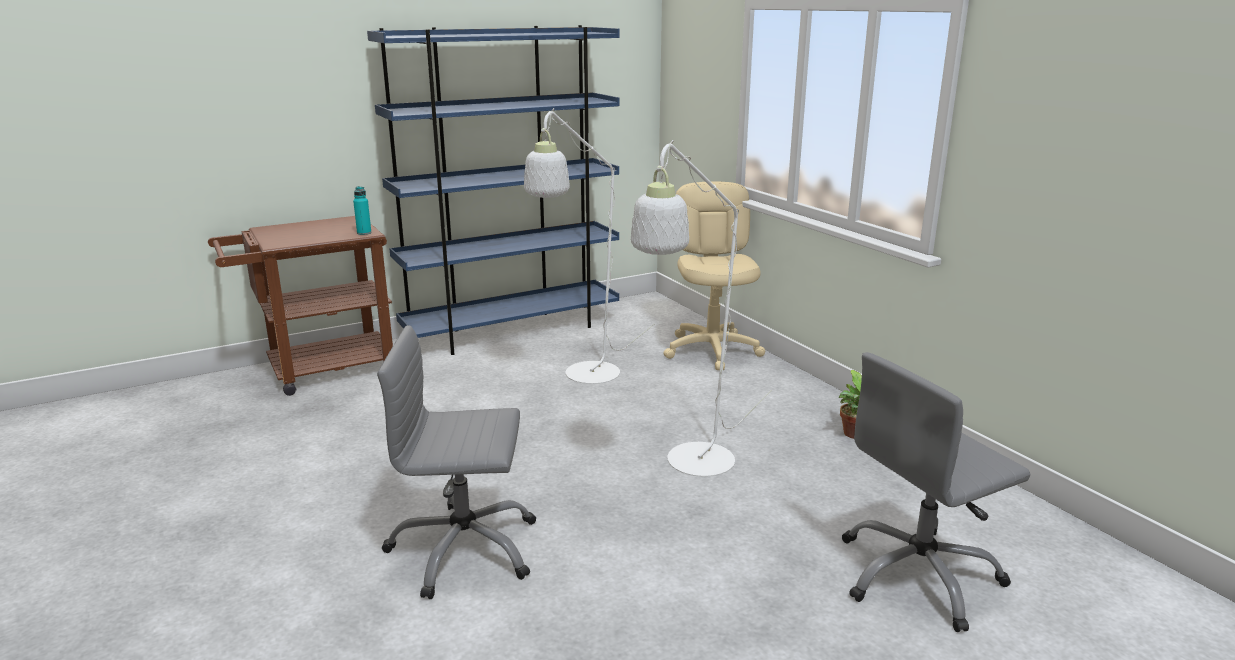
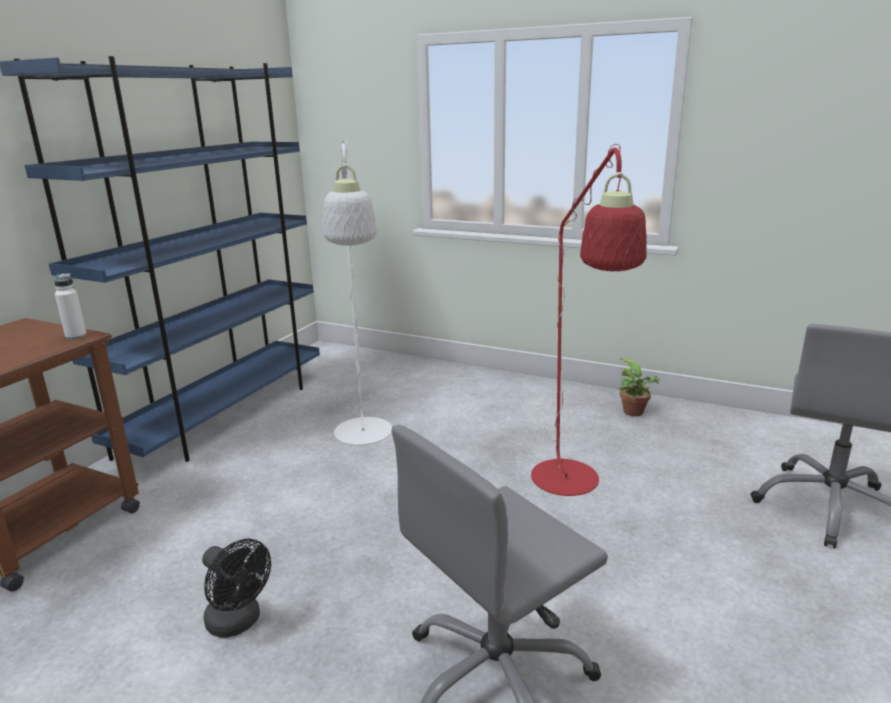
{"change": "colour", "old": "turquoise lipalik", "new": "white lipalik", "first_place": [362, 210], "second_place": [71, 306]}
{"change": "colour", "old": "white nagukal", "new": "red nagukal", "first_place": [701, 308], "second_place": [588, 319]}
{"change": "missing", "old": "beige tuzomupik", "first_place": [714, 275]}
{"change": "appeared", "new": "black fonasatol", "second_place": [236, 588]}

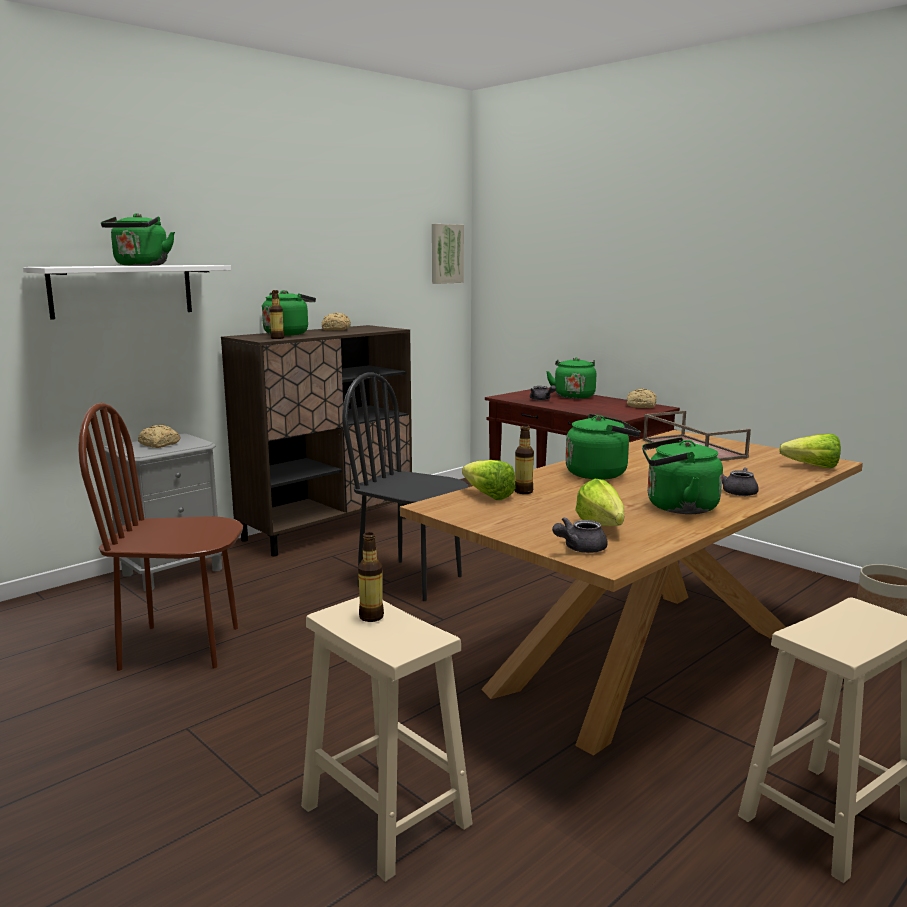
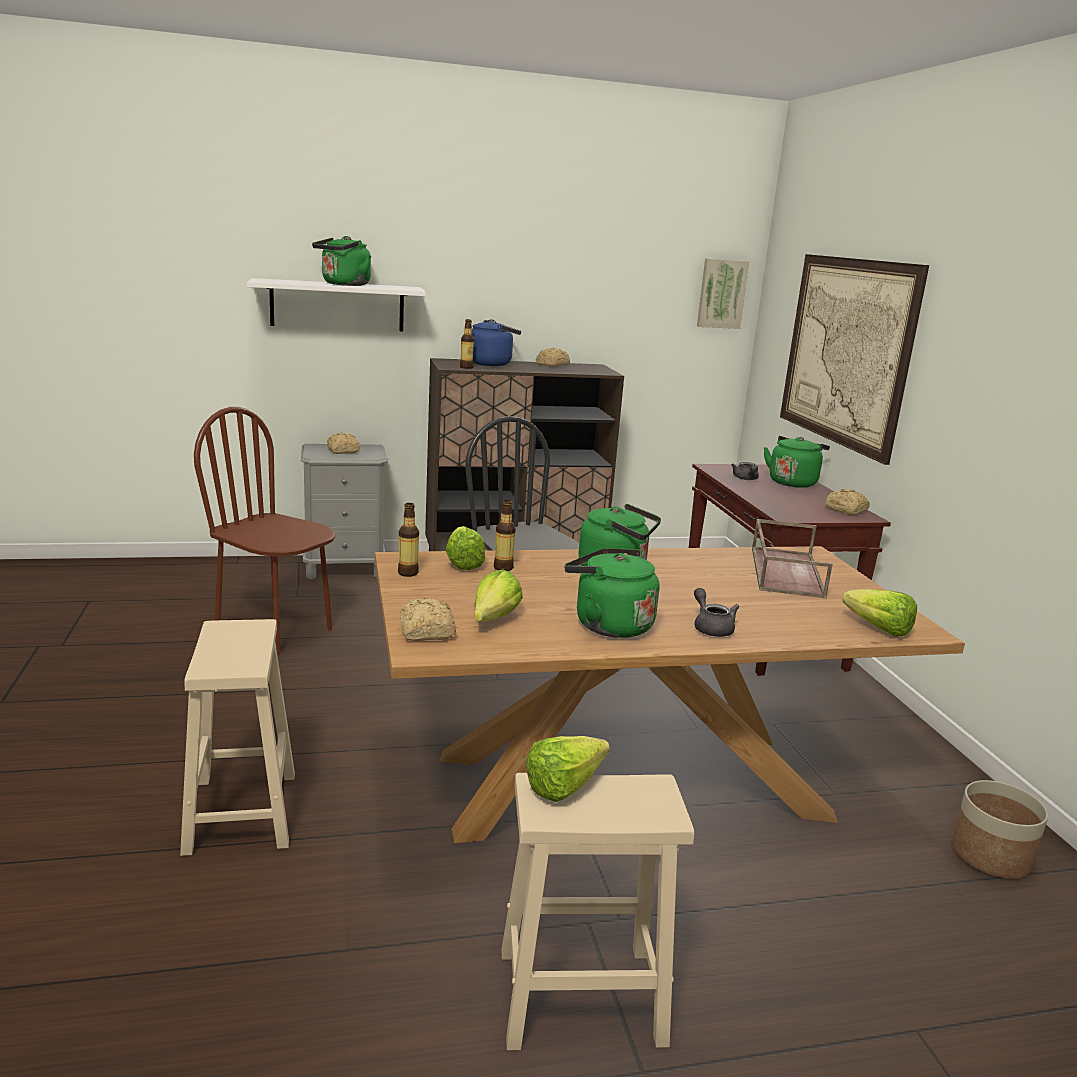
{"change": "colour", "old": "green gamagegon", "new": "blue gamagegon", "first_place": [289, 313], "second_place": [496, 342]}
{"change": "relocated", "old": "lipalik", "first_place": [371, 577], "second_place": [408, 540]}
{"change": "exchanged", "old": "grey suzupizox", "new": "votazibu", "first_place": [580, 535], "second_place": [428, 619]}
{"change": "appeared", "new": "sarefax", "second_place": [568, 769]}
{"change": "appeared", "new": "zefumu", "second_place": [854, 359]}

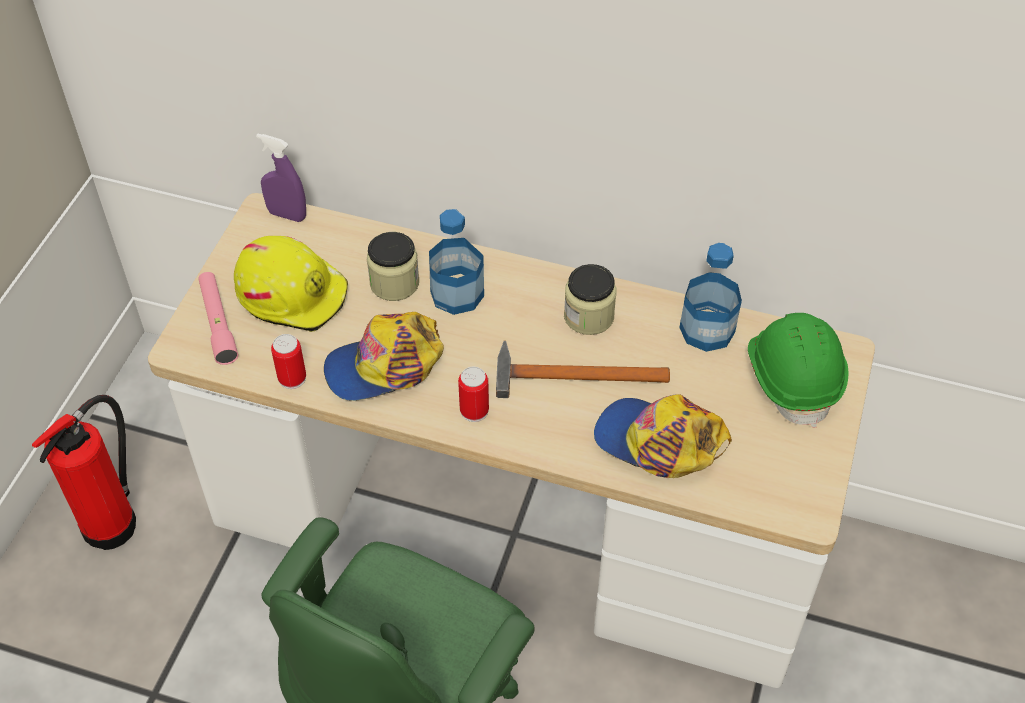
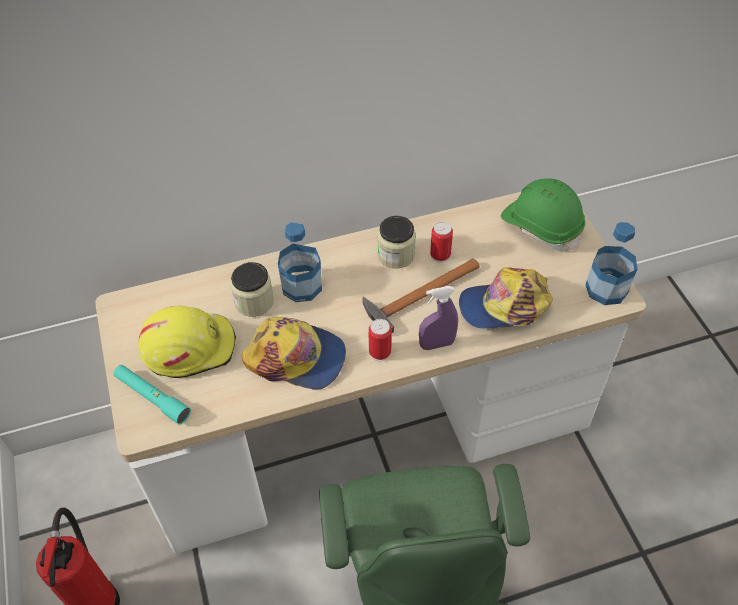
{"change": "colour", "old": "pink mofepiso", "new": "turquoise mofepiso", "first_place": [218, 318], "second_place": [152, 394]}
{"change": "relocated", "old": "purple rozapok", "first_place": [281, 177], "second_place": [438, 318]}
{"change": "relocated", "old": "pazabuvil", "first_place": [288, 361], "second_place": [441, 242]}
{"change": "spun", "old": "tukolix", "first_place": [384, 356], "second_place": [294, 353], "degrees": -105}
{"change": "relocated", "old": "lipalik", "first_place": [710, 297], "second_place": [611, 263]}

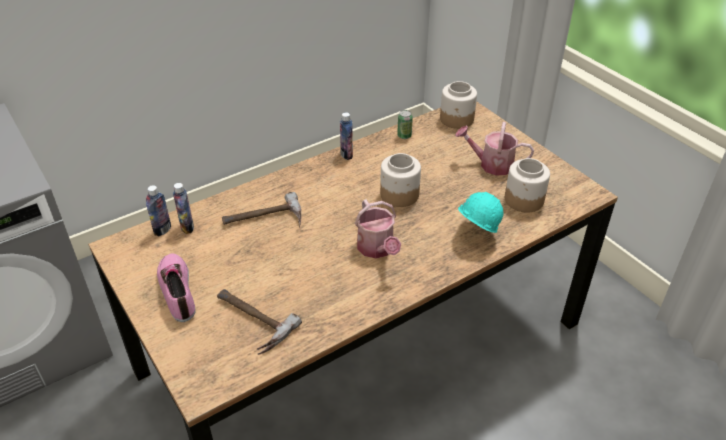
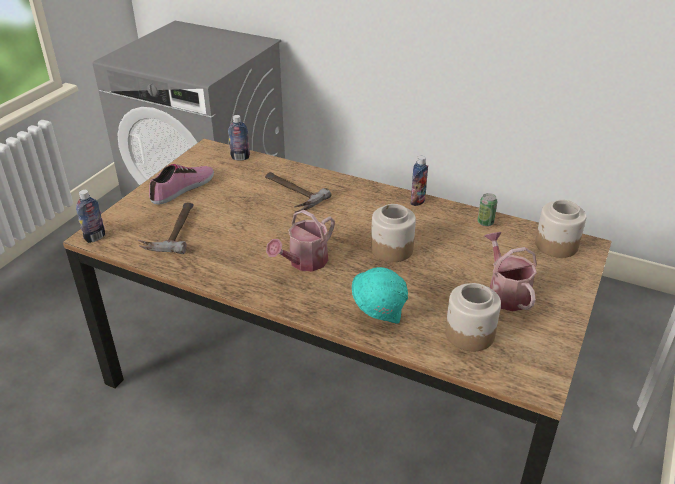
{"change": "relocated", "old": "lipalik", "first_place": [183, 208], "second_place": [90, 216]}

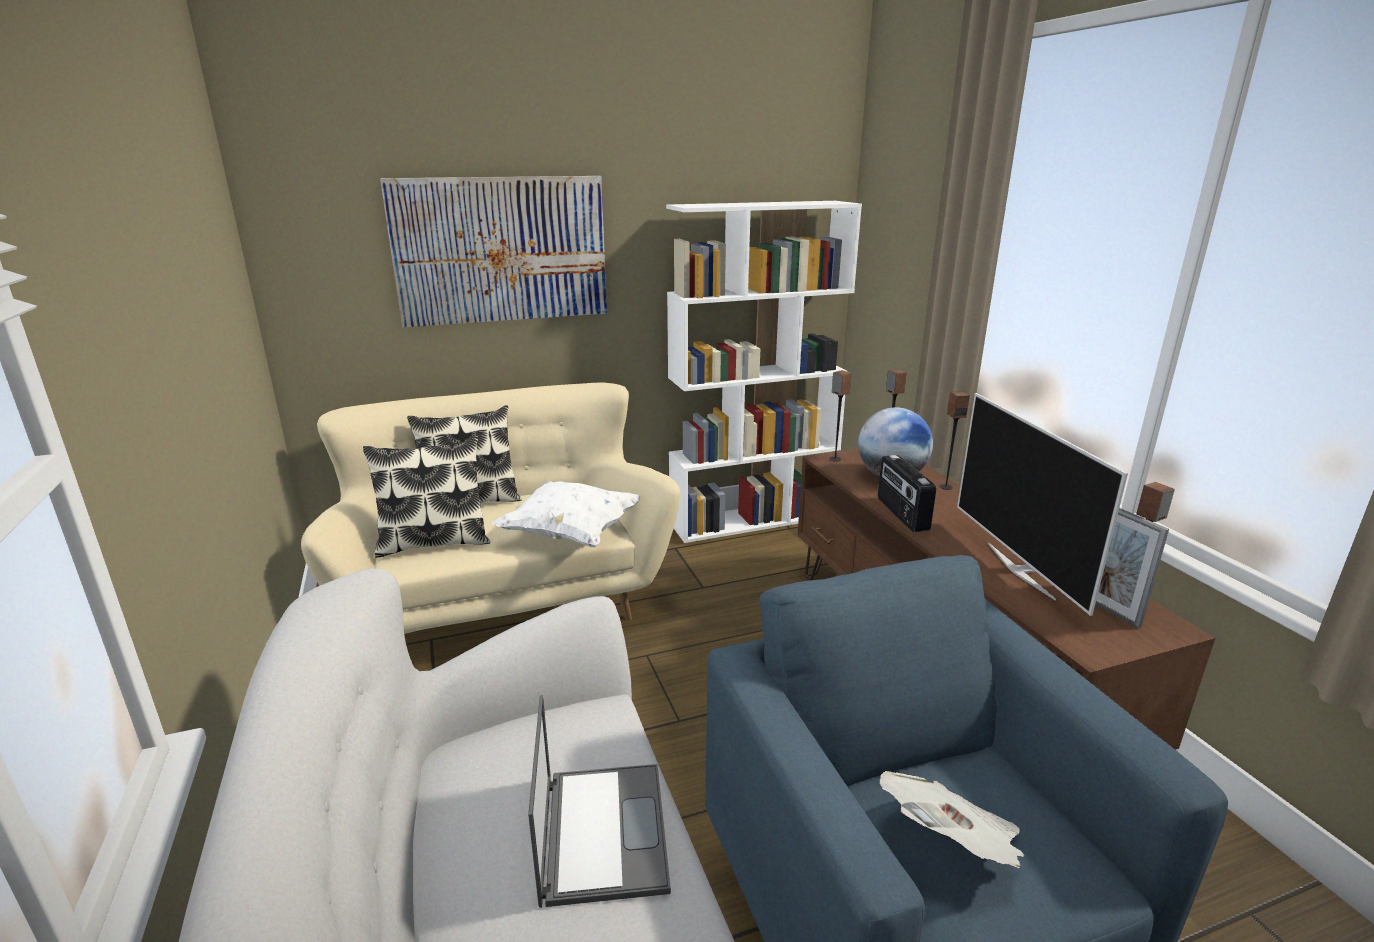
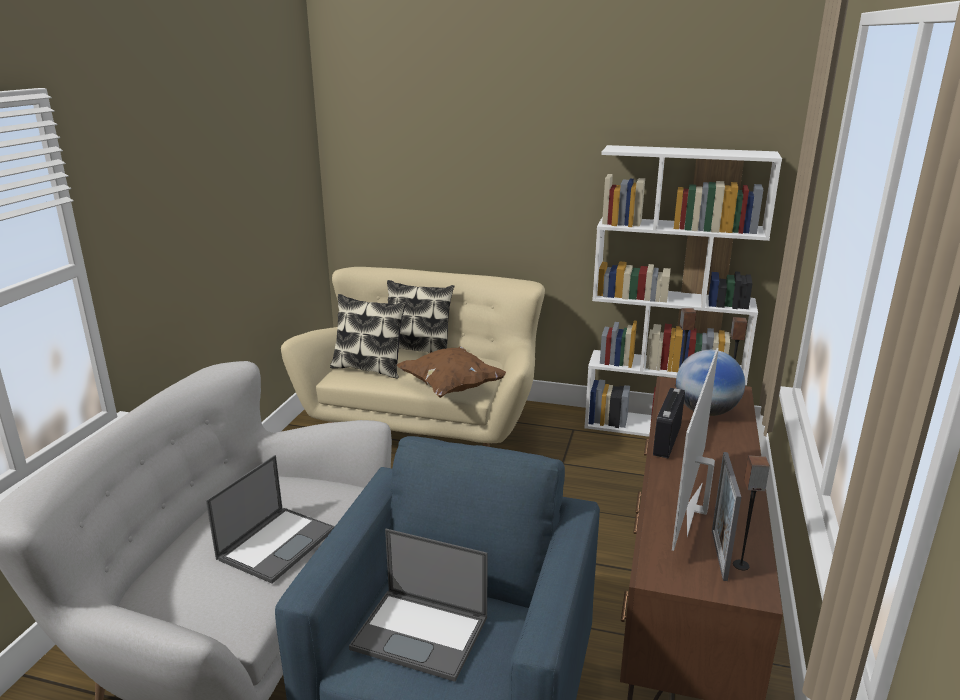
{"change": "missing", "old": "zefumu", "first_place": [493, 252]}
{"change": "colour", "old": "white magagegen", "new": "brown magagegen", "first_place": [566, 514], "second_place": [451, 372]}
{"change": "exchanged", "old": "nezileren", "new": "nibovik", "first_place": [952, 819], "second_place": [418, 605]}
{"change": "missing", "old": "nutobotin", "first_place": [954, 440]}

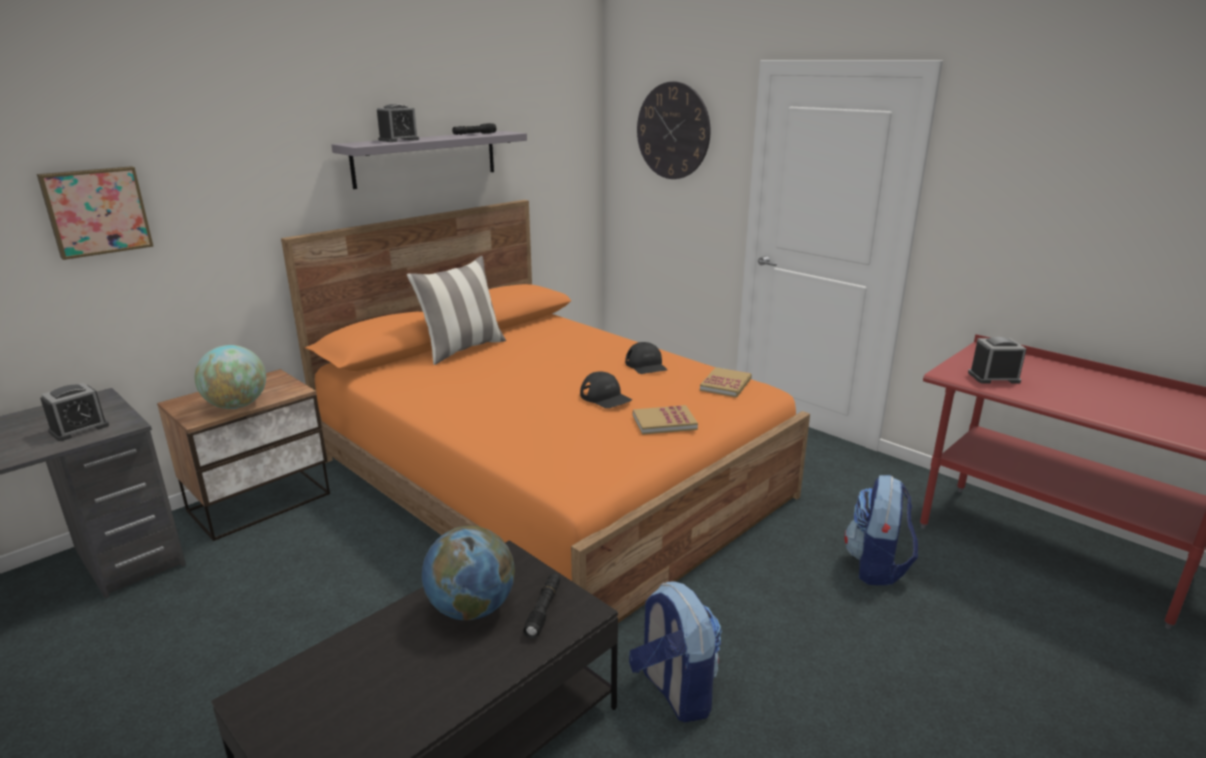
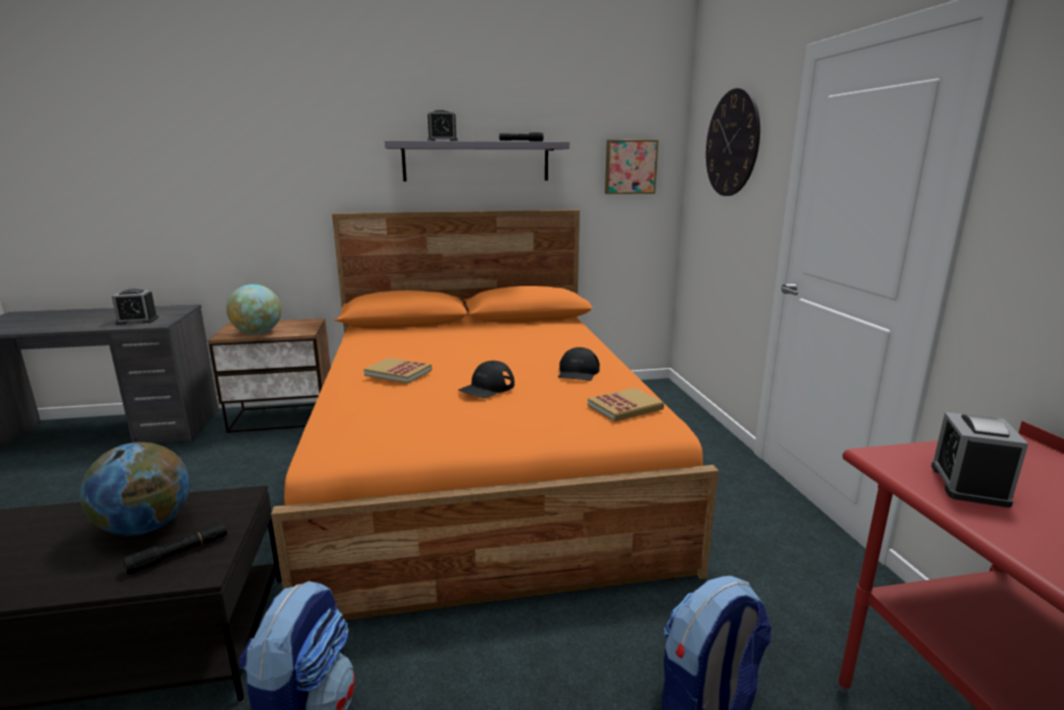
{"change": "relocated", "old": "zefumu", "first_place": [95, 213], "second_place": [632, 167]}
{"change": "missing", "old": "magagegen", "first_place": [456, 310]}
{"change": "spun", "old": "black tukolix", "first_place": [606, 390], "second_place": [486, 379], "degrees": 45}
{"change": "relocated", "old": "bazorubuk", "first_place": [665, 420], "second_place": [398, 371]}
{"change": "spun", "old": "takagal", "first_place": [997, 360], "second_place": [979, 460], "degrees": -105}

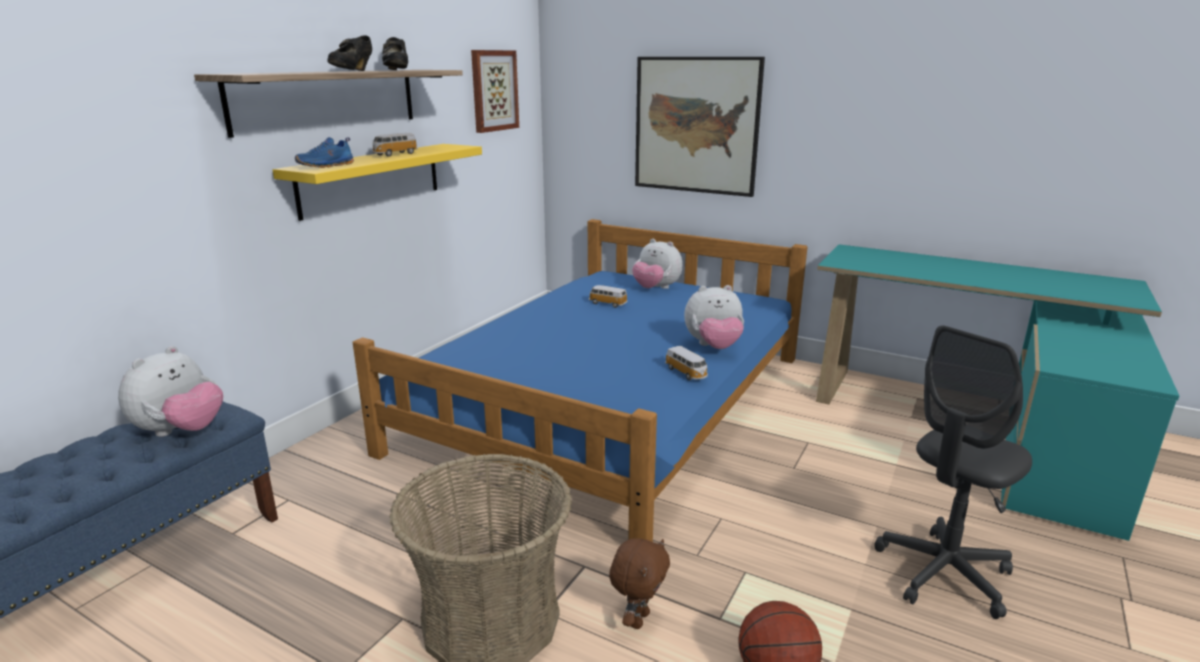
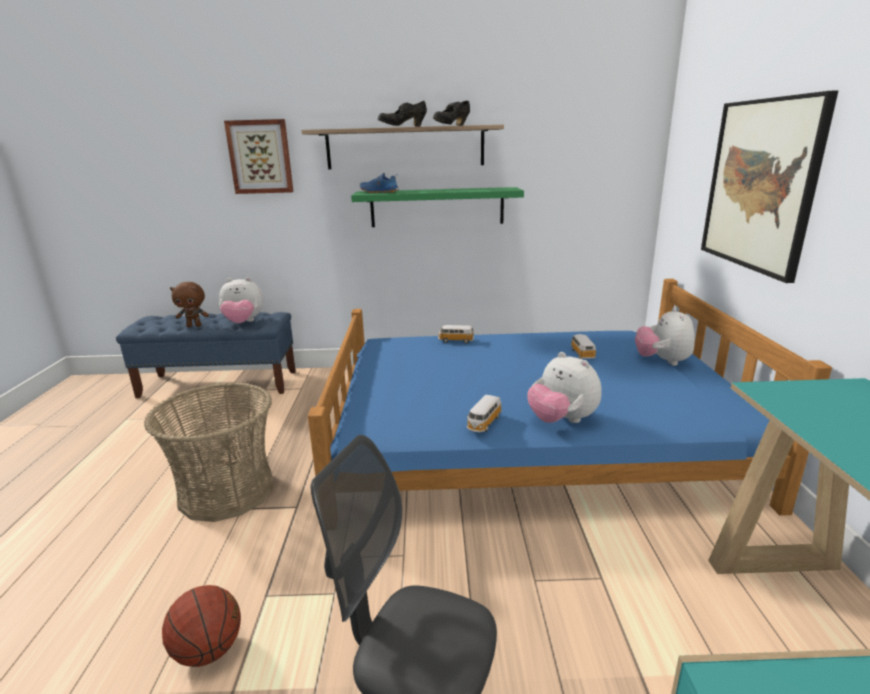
{"change": "colour", "old": "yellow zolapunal", "new": "green zolapunal", "first_place": [377, 182], "second_place": [437, 207]}
{"change": "relocated", "old": "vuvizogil", "first_place": [395, 145], "second_place": [456, 334]}
{"change": "relocated", "old": "zefumu", "first_place": [495, 91], "second_place": [258, 156]}
{"change": "relocated", "old": "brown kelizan", "first_place": [639, 583], "second_place": [189, 304]}

